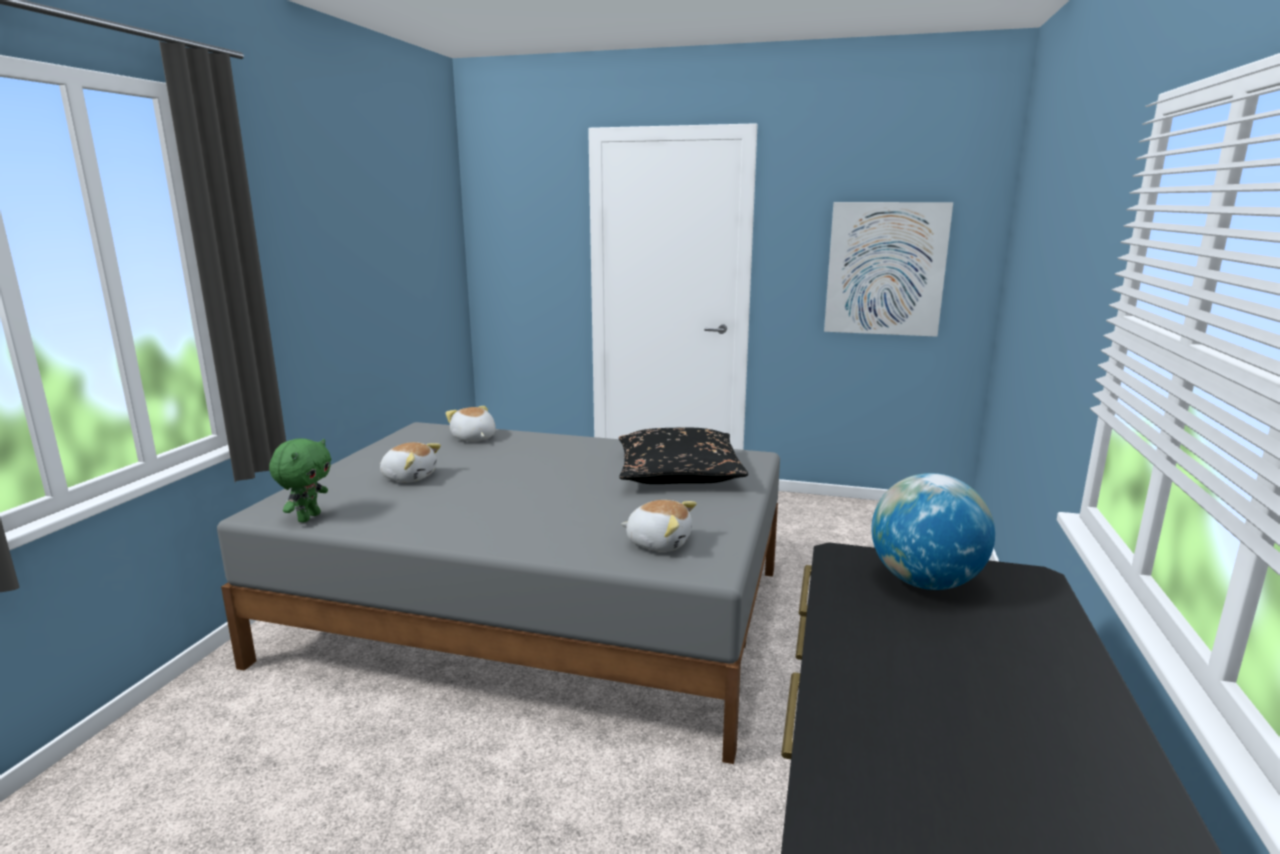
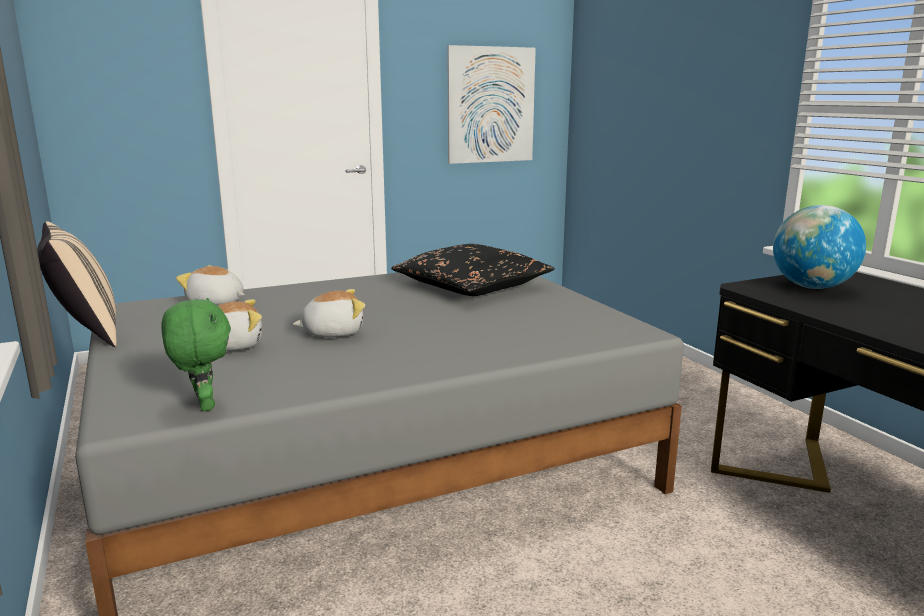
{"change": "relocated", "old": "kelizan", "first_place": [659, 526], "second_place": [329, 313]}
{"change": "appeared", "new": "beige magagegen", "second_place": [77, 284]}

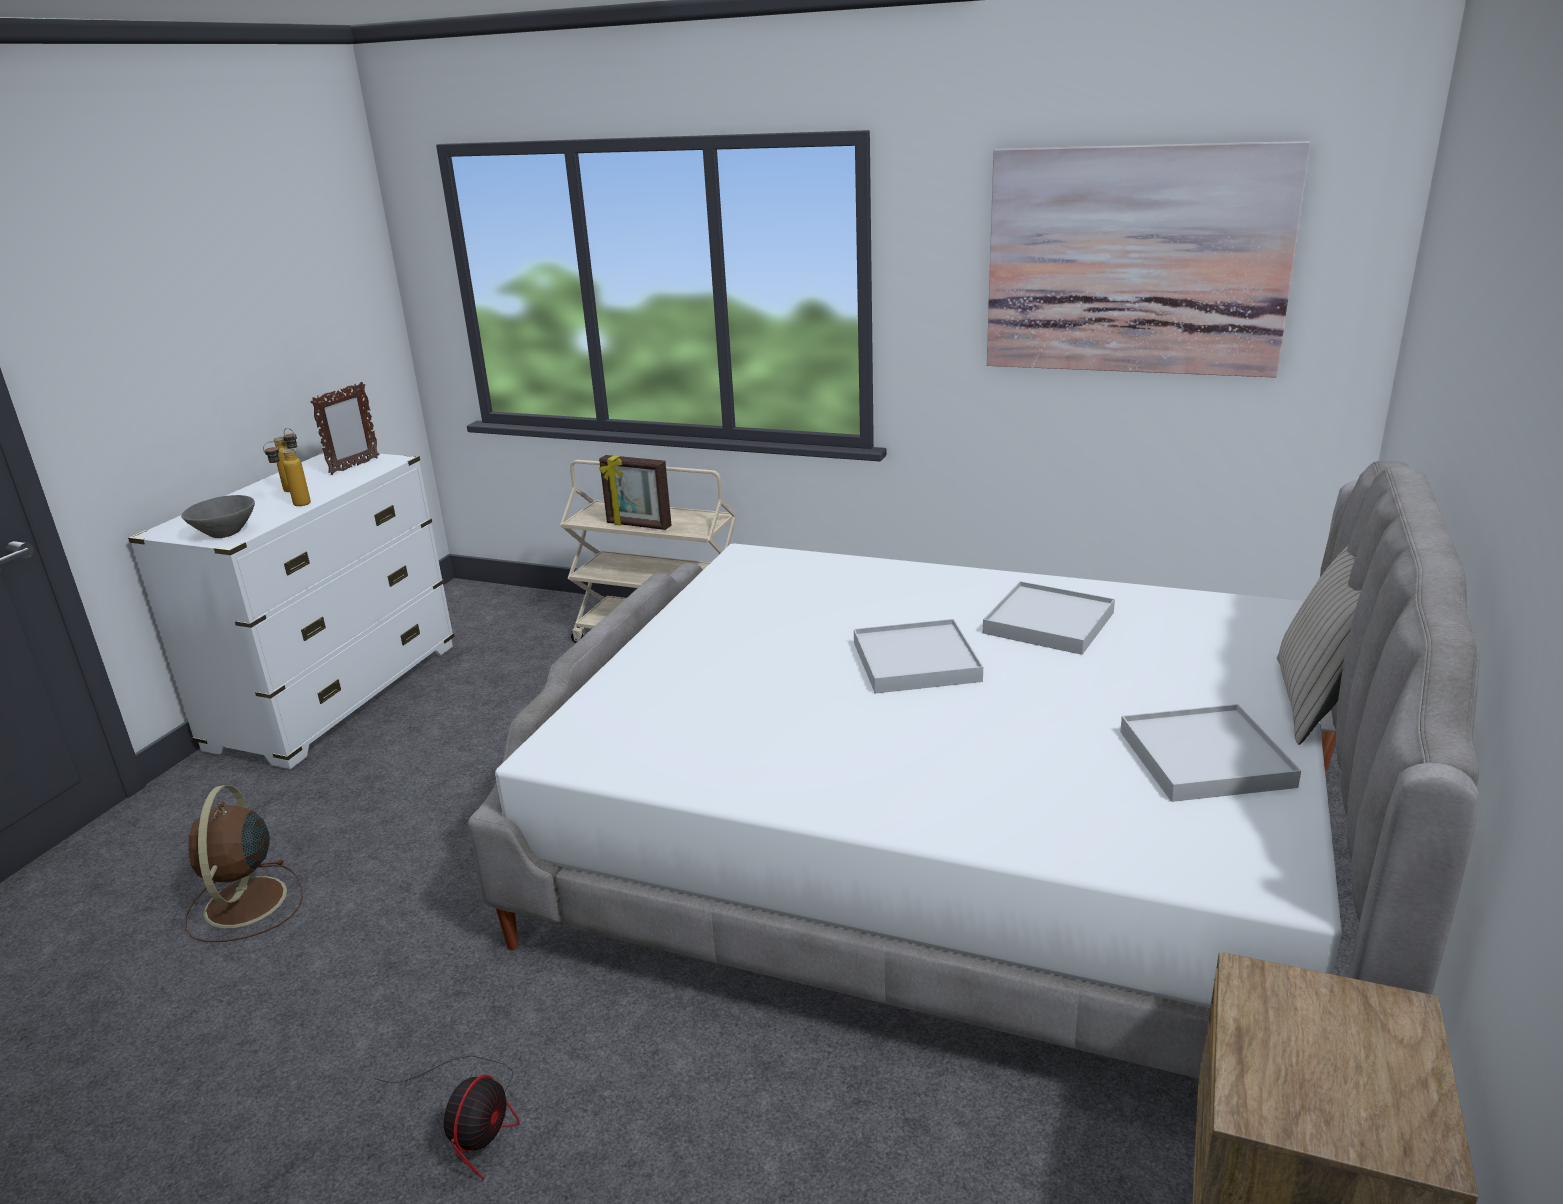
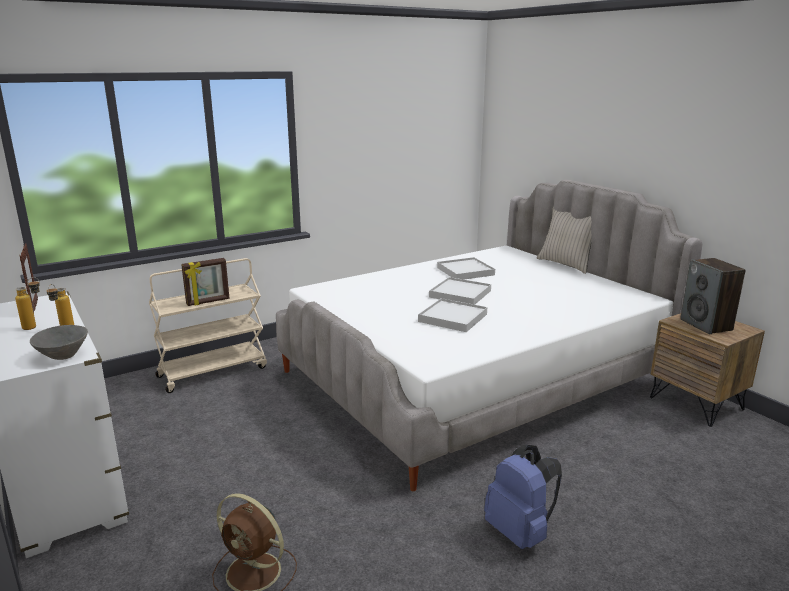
{"change": "exchanged", "old": "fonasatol", "new": "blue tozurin", "first_place": [446, 1117], "second_place": [523, 496]}
{"change": "missing", "old": "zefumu", "first_place": [1149, 259]}
{"change": "relocated", "old": "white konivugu", "first_place": [1210, 753], "second_place": [452, 315]}
{"change": "appeared", "new": "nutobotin", "second_place": [713, 296]}

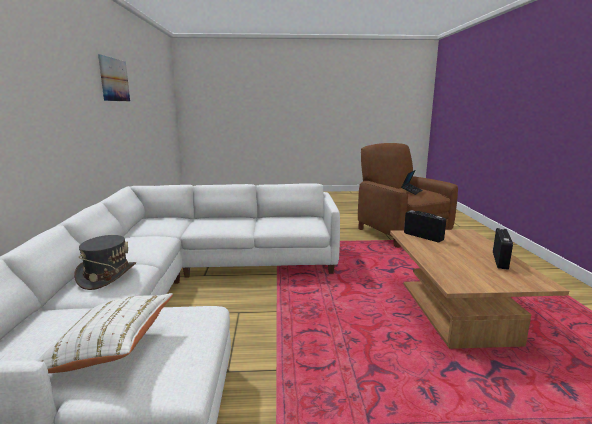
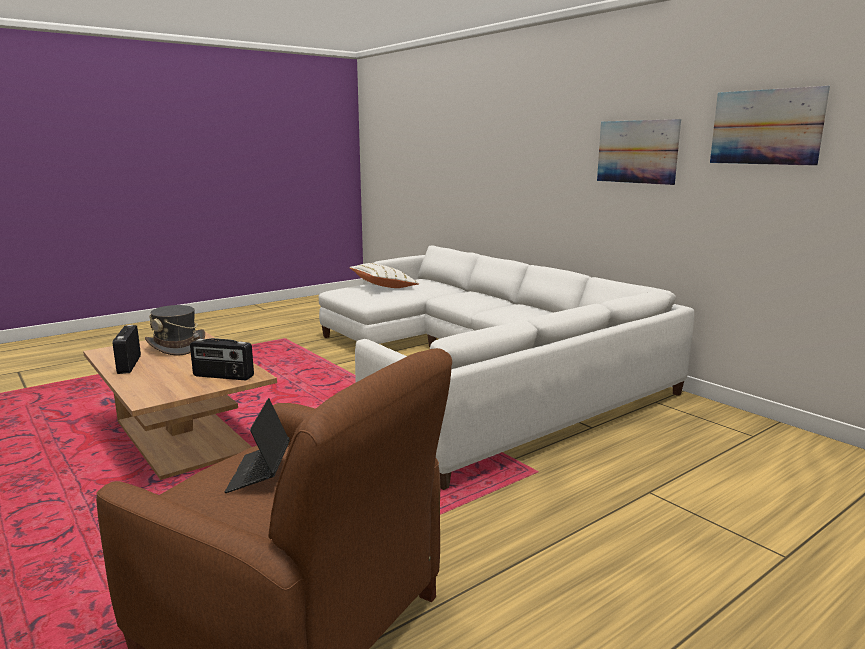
{"change": "relocated", "old": "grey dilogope", "first_place": [105, 262], "second_place": [175, 330]}
{"change": "appeared", "new": "zefumu", "second_place": [639, 152]}

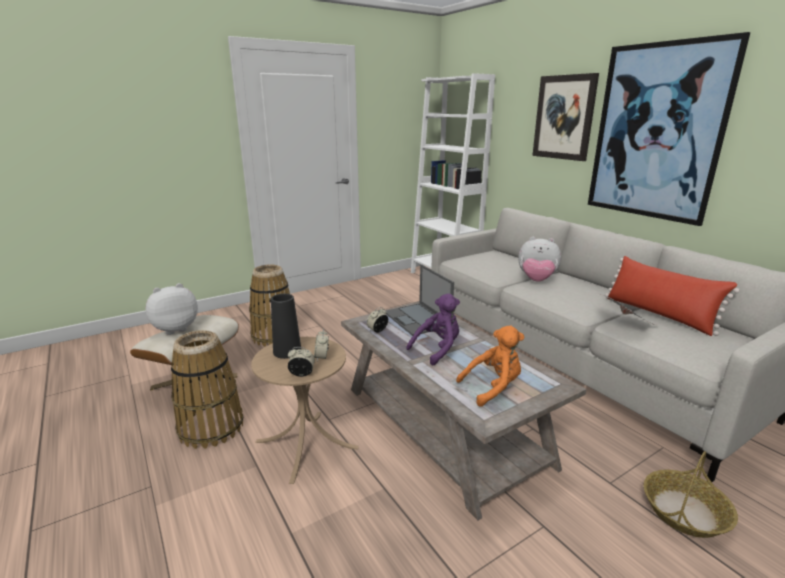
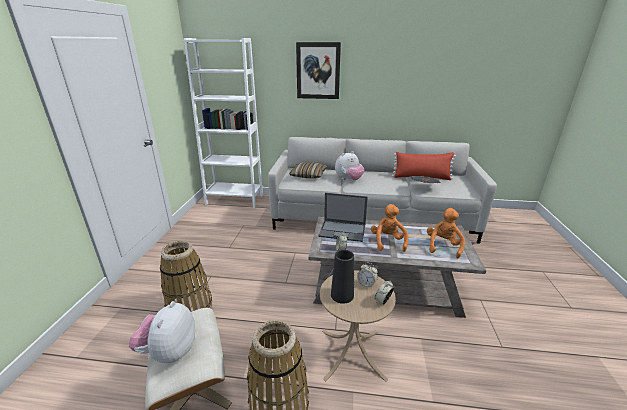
{"change": "colour", "old": "purple kelizan", "new": "orange kelizan", "first_place": [433, 329], "second_place": [390, 228]}
{"change": "missing", "old": "zefumu", "first_place": [669, 129]}
{"change": "missing", "old": "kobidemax", "first_place": [691, 494]}
{"change": "appeared", "new": "magagegen", "second_place": [308, 170]}

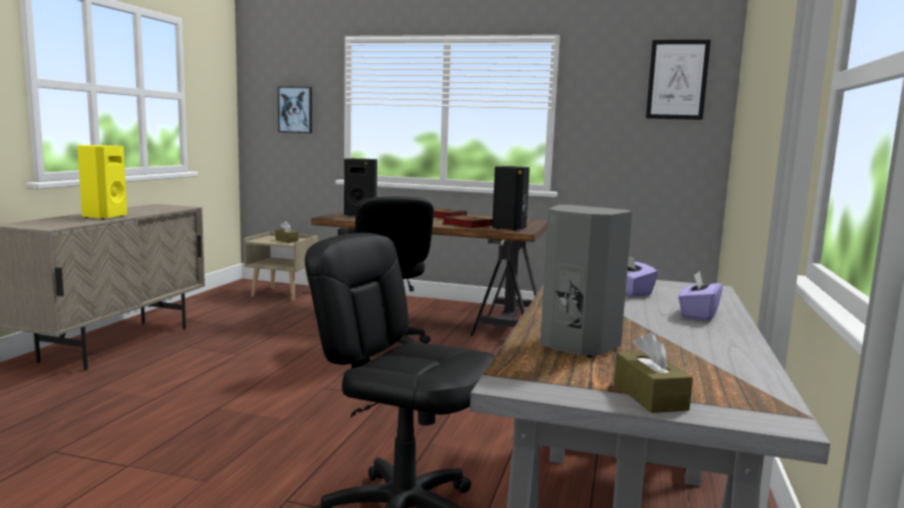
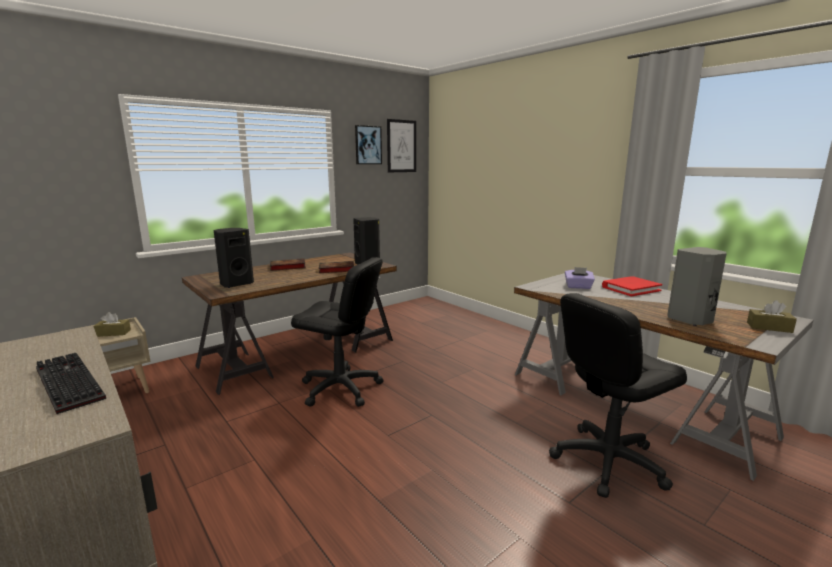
{"change": "exchanged", "old": "yellow nutobotin", "new": "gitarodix", "first_place": [102, 182], "second_place": [71, 383]}
{"change": "relocated", "old": "zefumu", "first_place": [295, 109], "second_place": [368, 144]}
{"change": "exchanged", "old": "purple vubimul", "new": "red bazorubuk", "first_place": [700, 296], "second_place": [632, 286]}

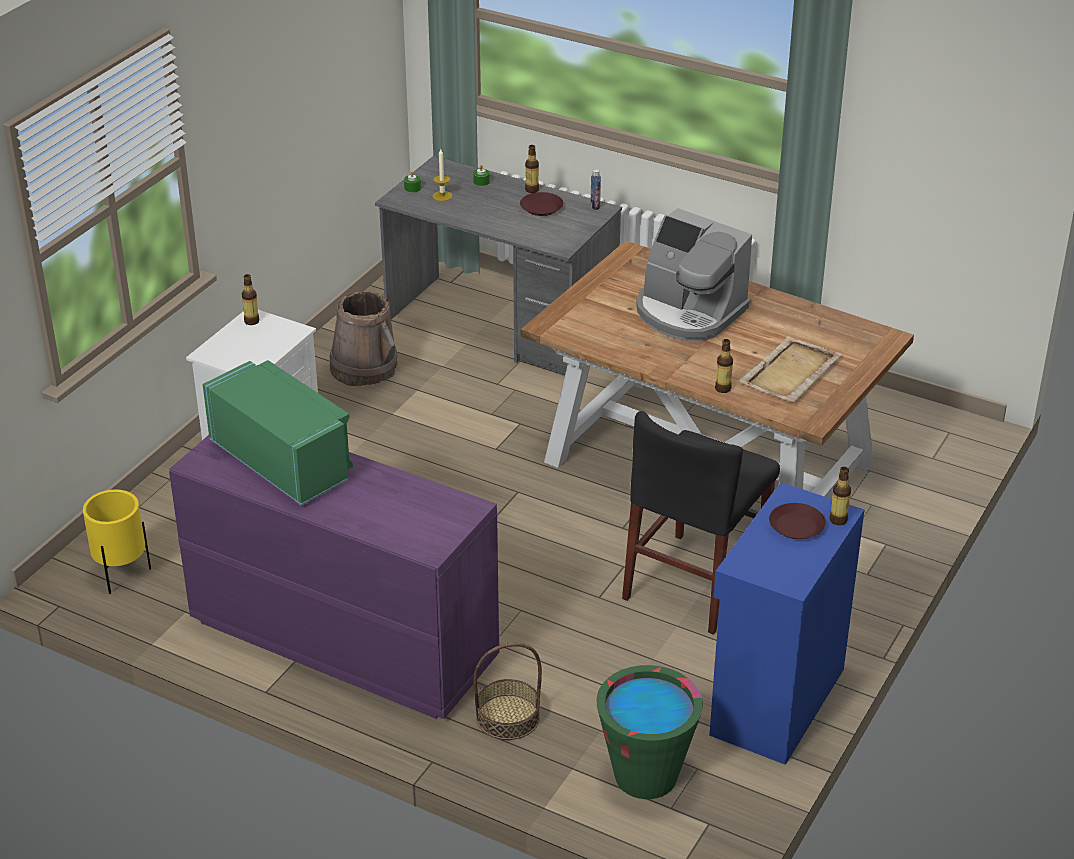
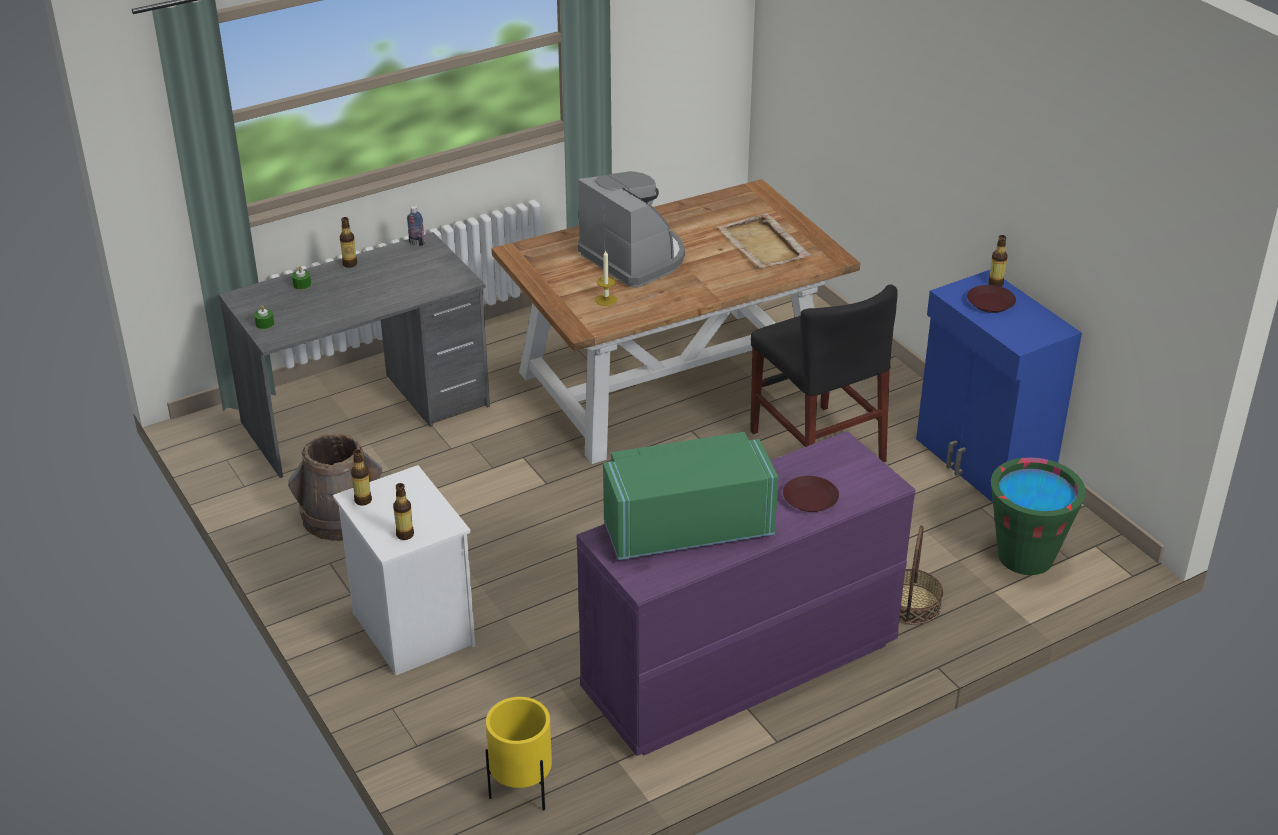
{"change": "relocated", "old": "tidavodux", "first_place": [442, 175], "second_place": [606, 278]}
{"change": "relocated", "old": "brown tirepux", "first_place": [541, 204], "second_place": [811, 494]}
{"change": "spun", "old": "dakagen", "first_place": [694, 274], "second_place": [631, 229], "degrees": -105}
{"change": "relocated", "old": "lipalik", "first_place": [724, 366], "second_place": [403, 511]}

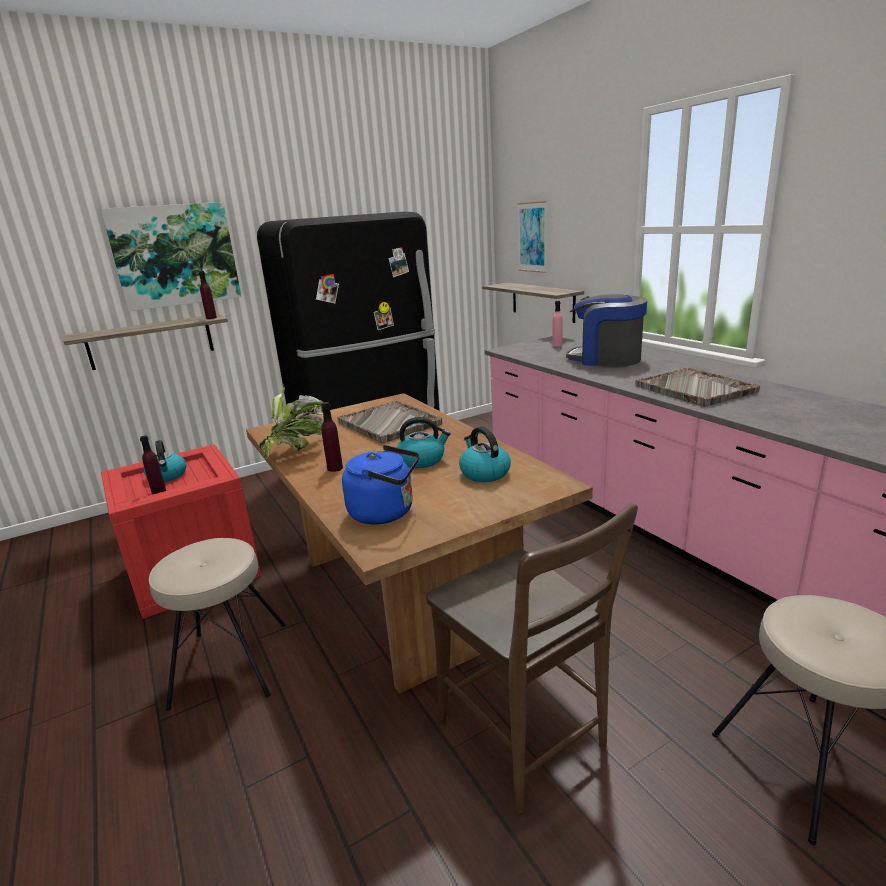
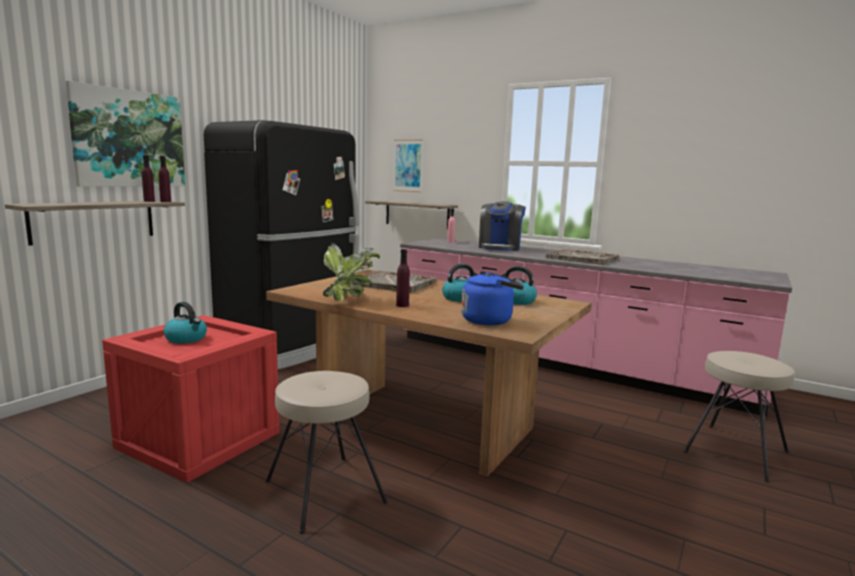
{"change": "relocated", "old": "purple lipalik", "first_place": [153, 465], "second_place": [148, 178]}
{"change": "missing", "old": "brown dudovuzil", "first_place": [532, 659]}
{"change": "spun", "old": "dakagen", "first_place": [606, 330], "second_place": [502, 226], "degrees": -75}

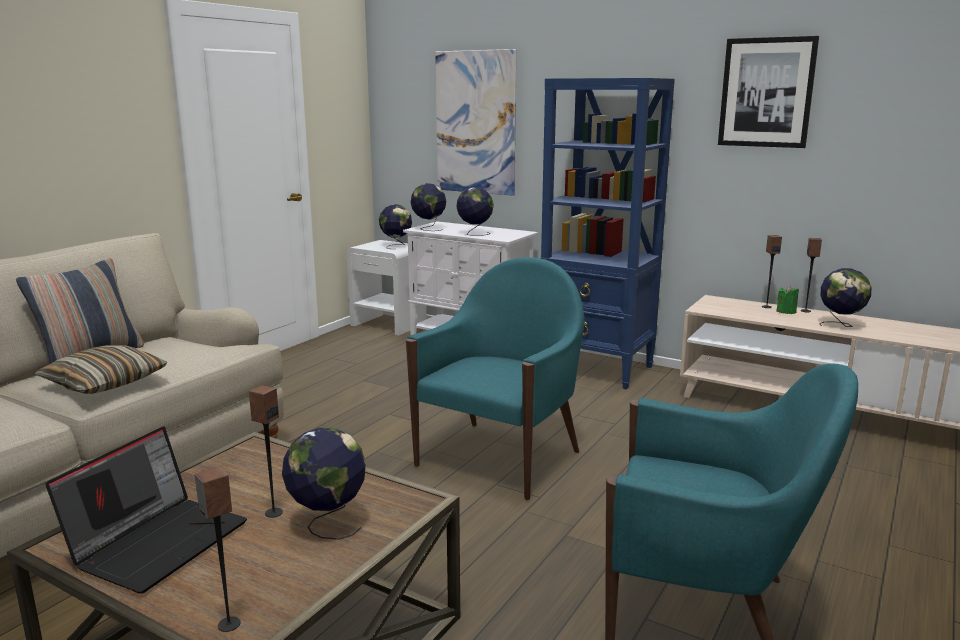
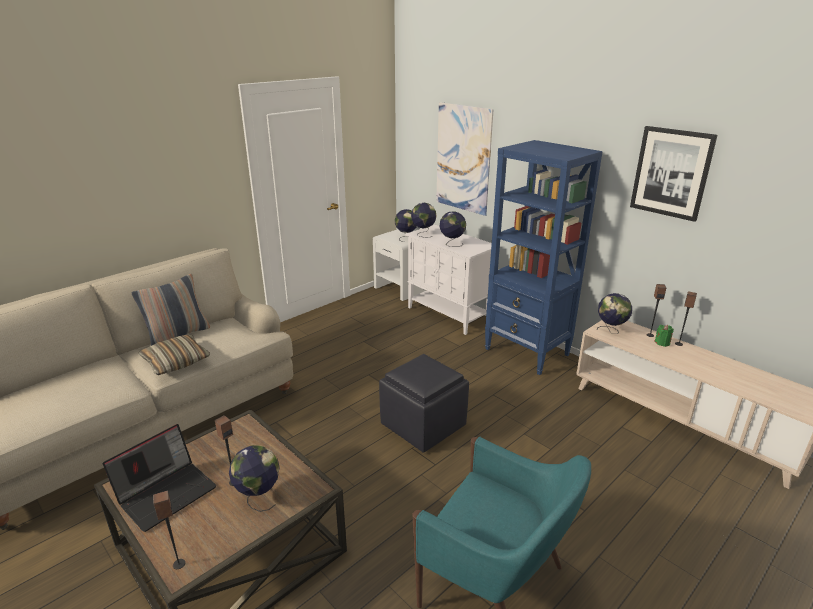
{"change": "exchanged", "old": "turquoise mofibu", "new": "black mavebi", "first_place": [495, 378], "second_place": [424, 403]}
{"change": "relocated", "old": "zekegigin", "first_place": [846, 297], "second_place": [614, 313]}

